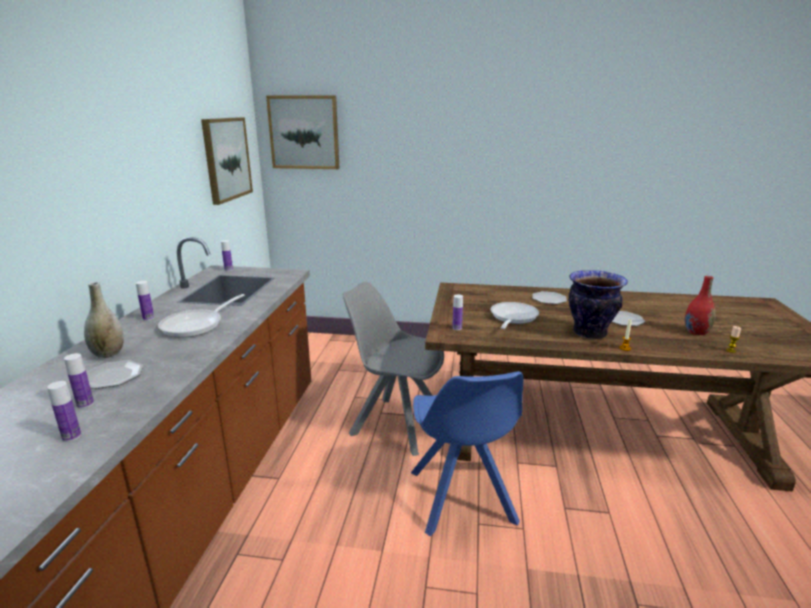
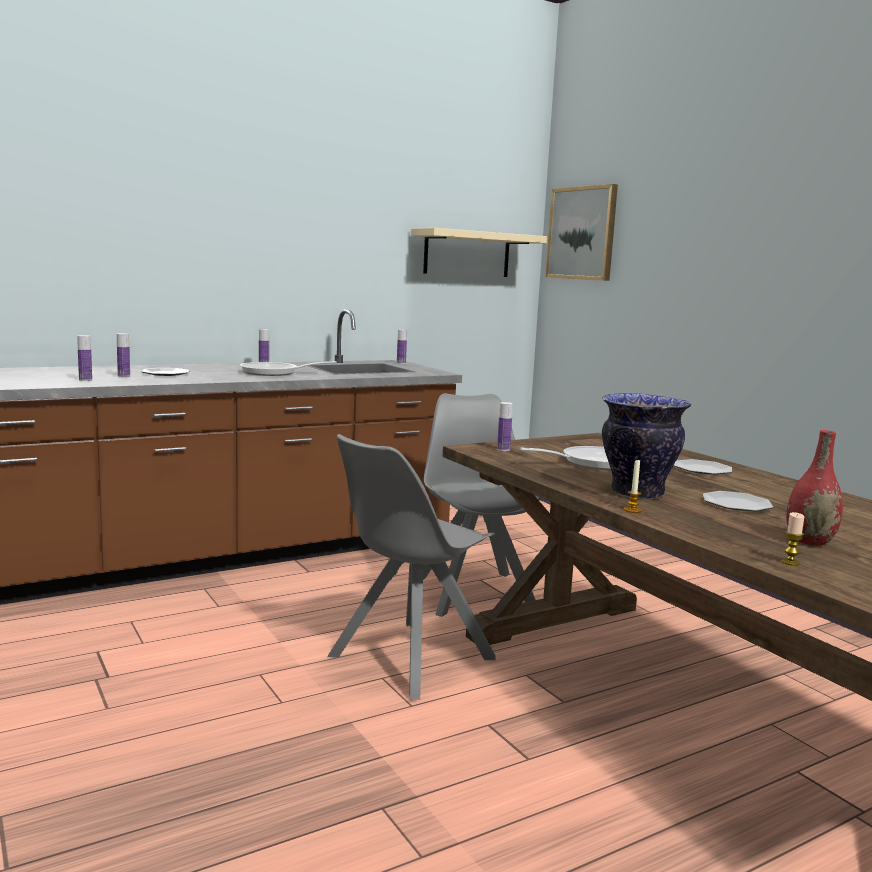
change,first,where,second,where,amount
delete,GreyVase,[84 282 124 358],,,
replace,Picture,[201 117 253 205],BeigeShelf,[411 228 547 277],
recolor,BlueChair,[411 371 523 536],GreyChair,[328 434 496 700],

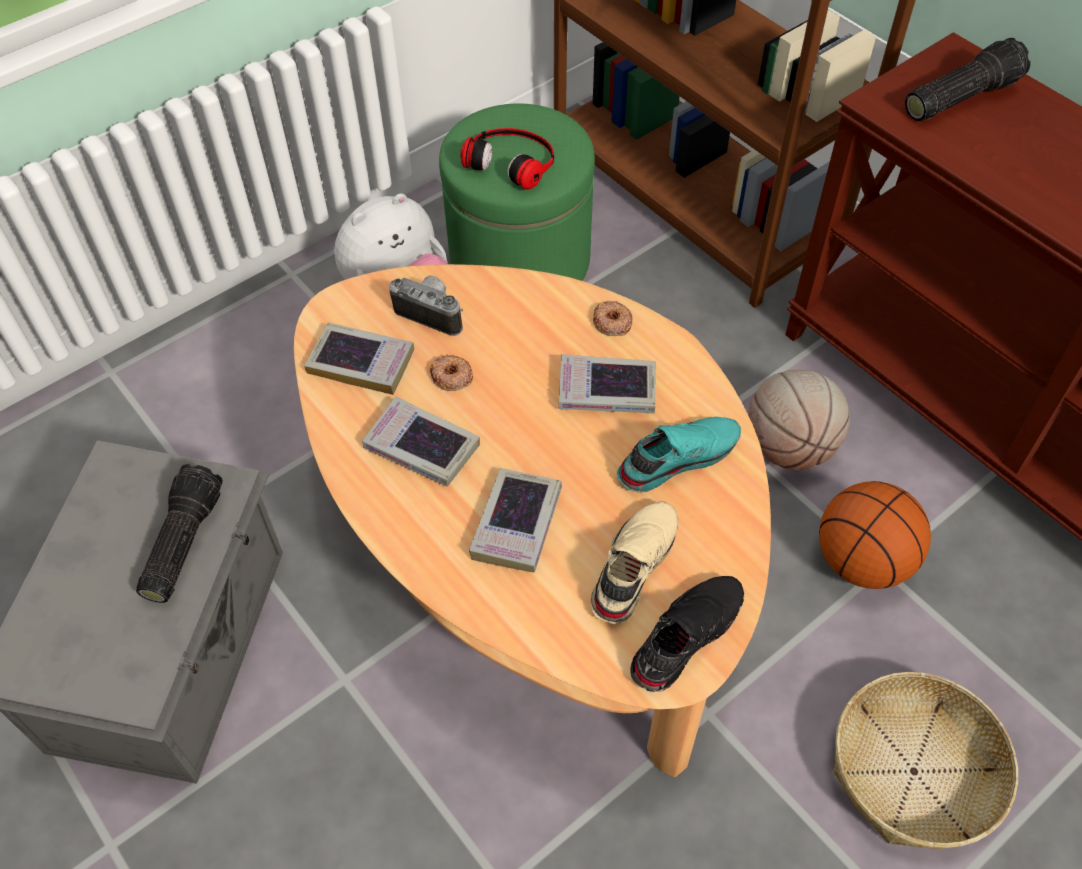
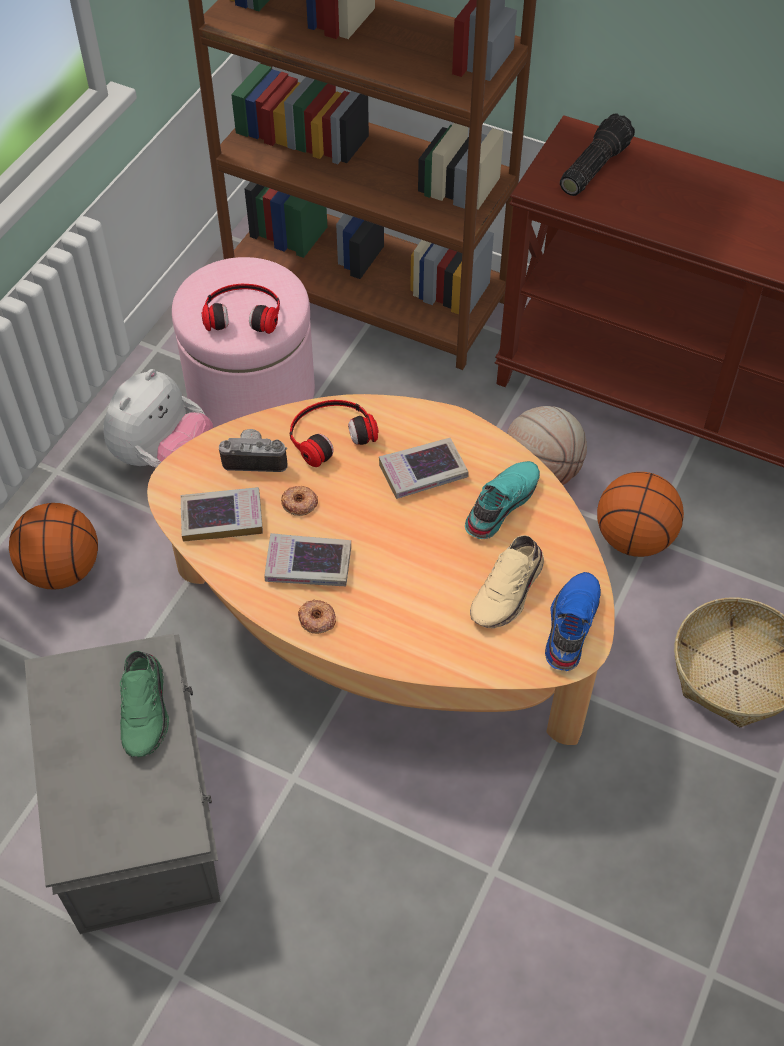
change,first,where,second,where,amount
replace,Flashlight,[136 464 223 603],GreenShoe,[120 651 169 757],
recolor,GreenOttoman,[439 103 595 281],PinkOttoman,[172 257 315 428],
delete,Book,[469 468 562 572],,,
rotate,BeigeShoe,[591 501 679 624],,[470 535 544 628],150 degrees counterclockwise
move,Donut,[593 300 633 336],,[298 599 336 634],
recolor,BlackShoe,[630 576 744 692],BlueShoe,[545 572 601 671],
insert,,,Basketball,[9 503 98 590],
insert,,,Headphones,[290 400 379 467],

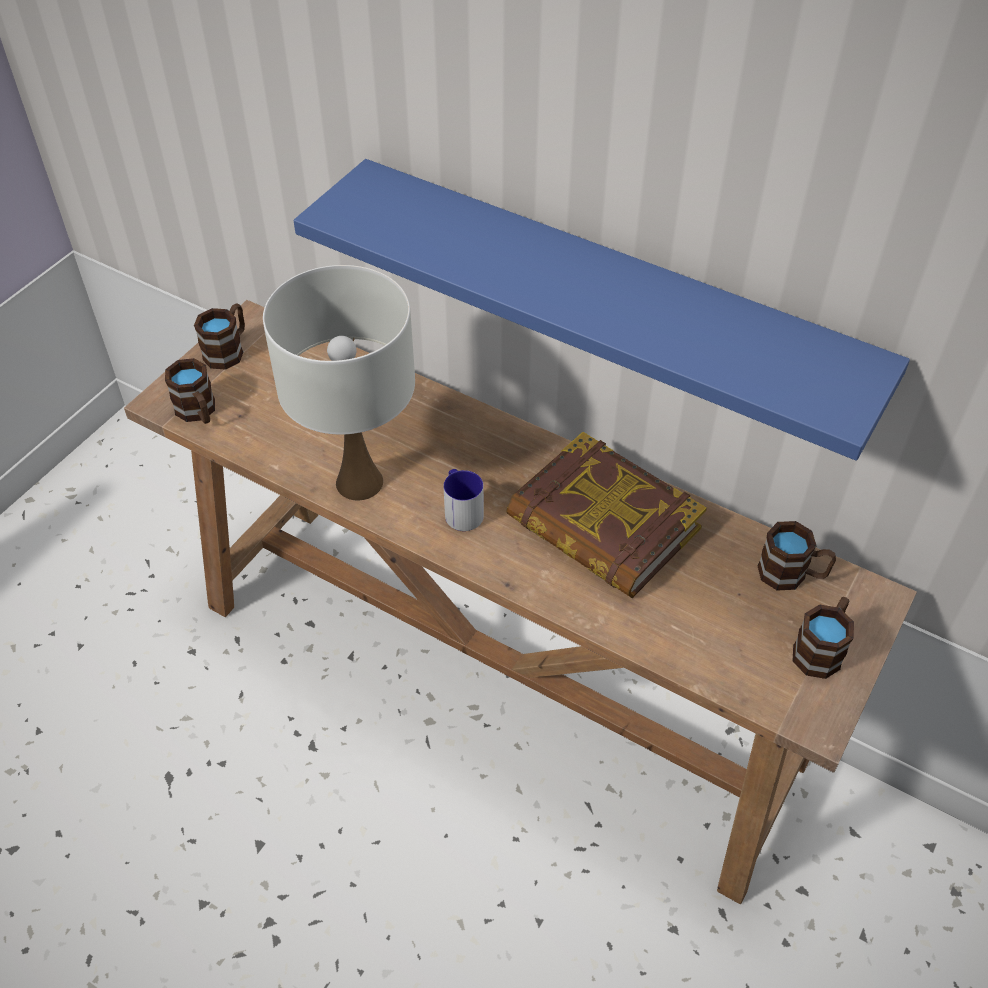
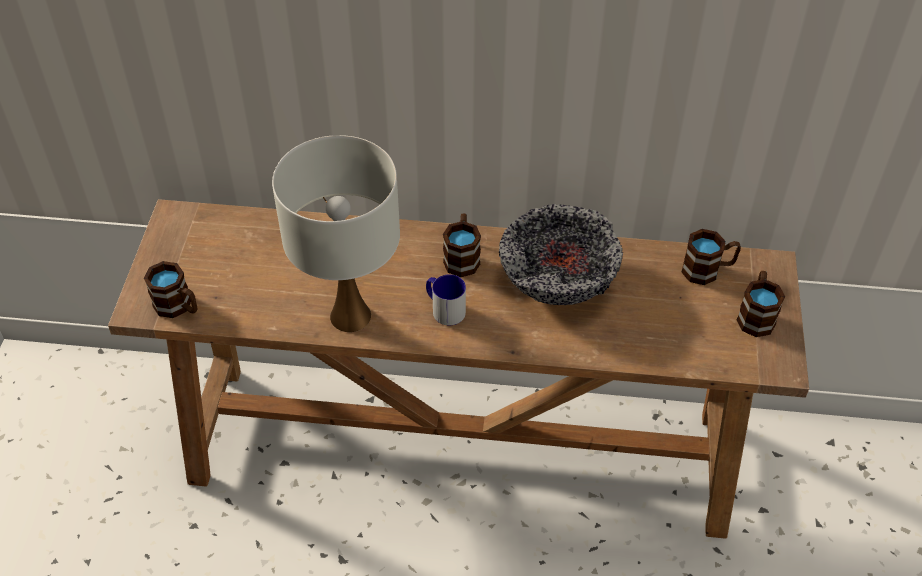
change,first,where,second,where,amount
move,BrownMug,[194 303 245 370],,[443 213 481 277],
delete,BlueShelf,[293 159 910 461],,,
replace,Book,[506 432 707 598],Bowl,[499 204 623 305],

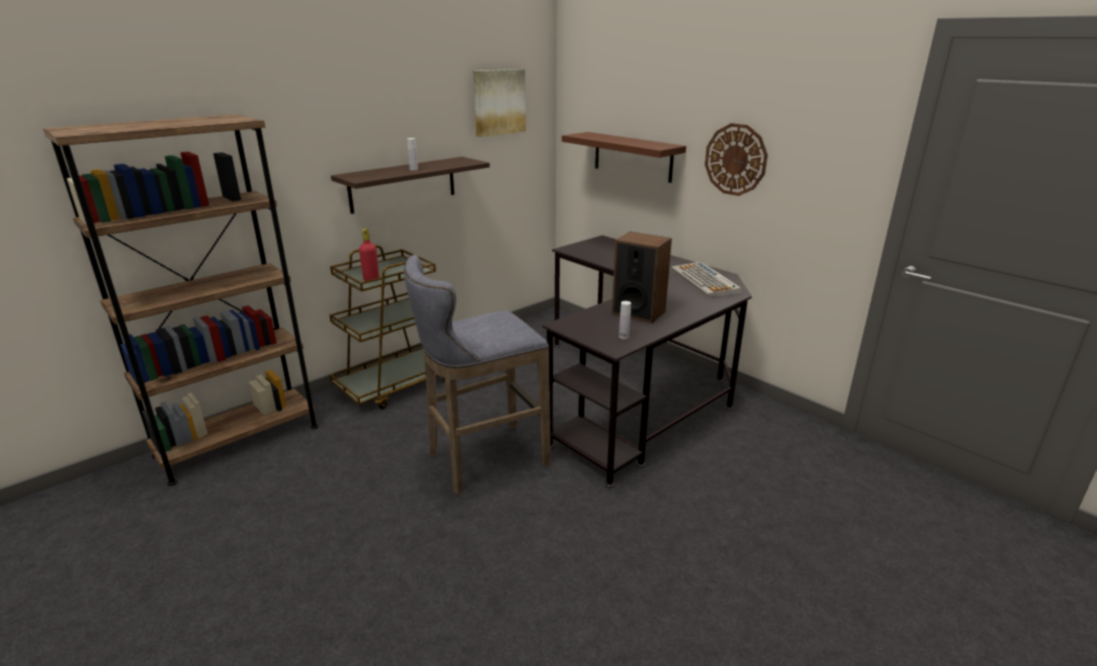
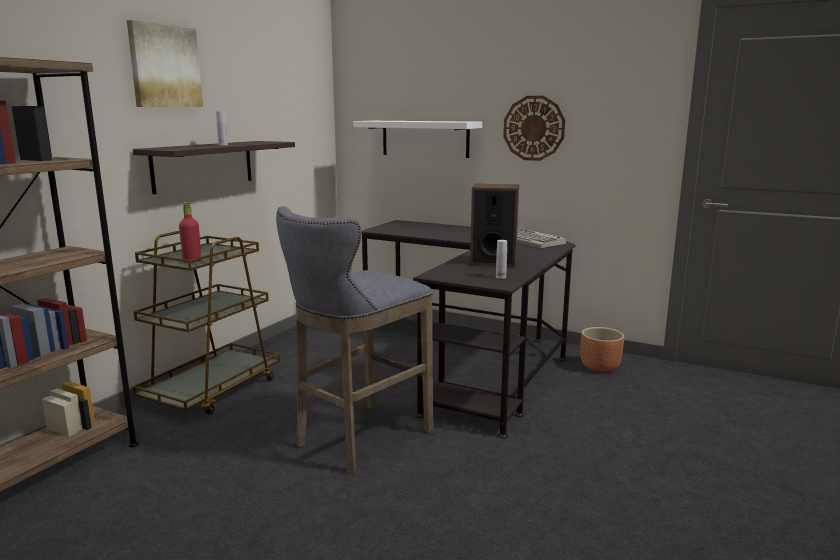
change,first,where,second,where,amount
move,Picture,[473 69 526 137],,[127 20 203 107],
recolor,BrownShelf,[562 132 686 183],WhiteShelf,[353 121 482 158],
insert,,,BrownPlanter,[580 327 624 372],

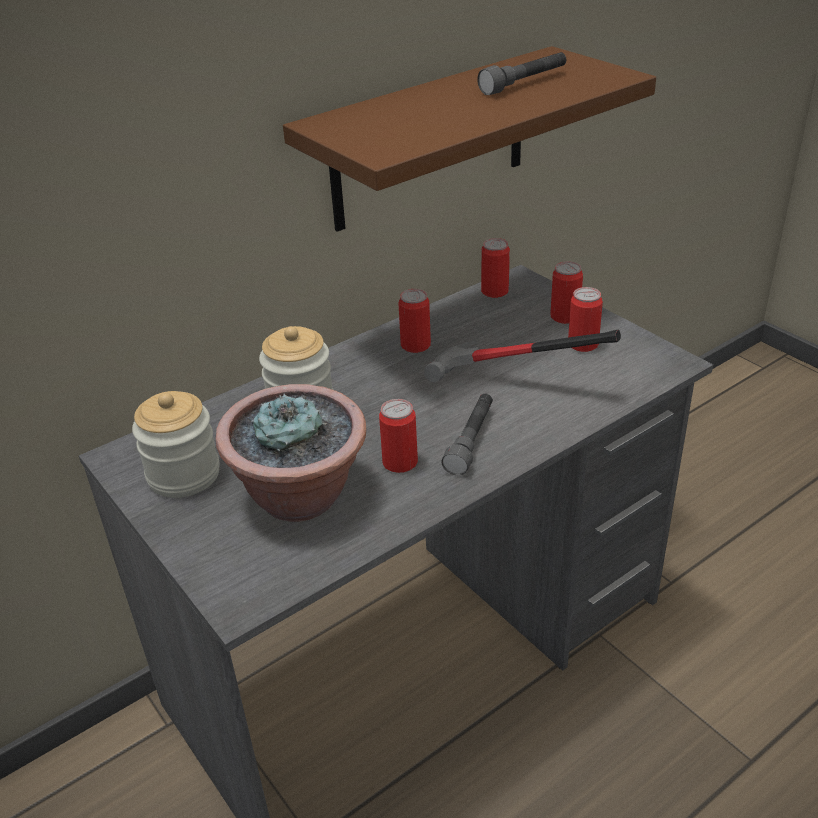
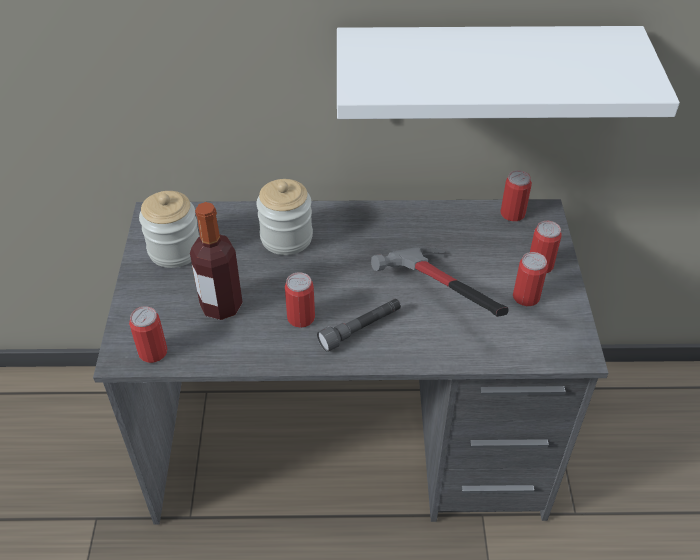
change,first,where,second,where,amount
replace,PottedPlant,[216 384 366 522],Bottle,[190 202 243 320],
recolor,BrownShelf,[283 46 656 232],WhiteShelf,[337 26 680 119],
move,Can,[398 289 431 353],,[129 306 167 363],
delete,GreyFlashlight,[477 52 566 95],,,

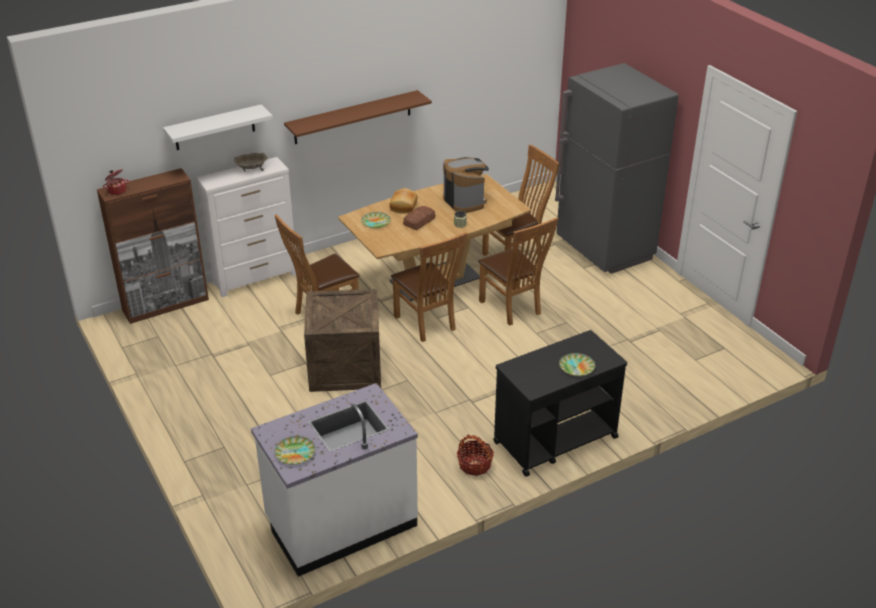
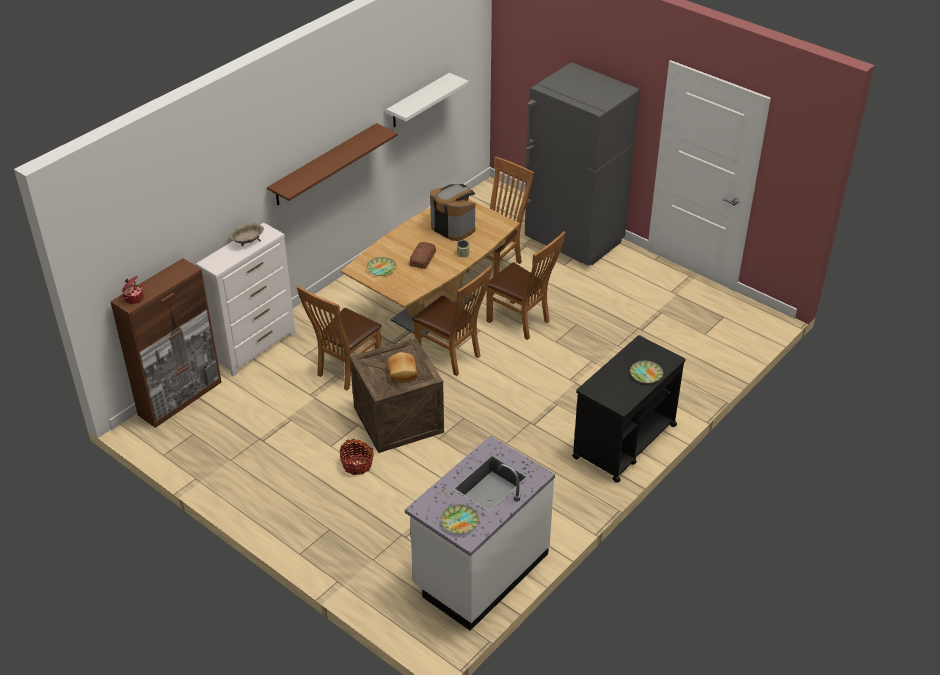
change,first,where,second,where,amount
move,WhiteShelf,[163 104 273 150],,[386 73 469 127],
move,Bread,[389 188 418 214],,[388 352 417 383],
move,Basket,[457 435 494 476],,[340 439 374 475],

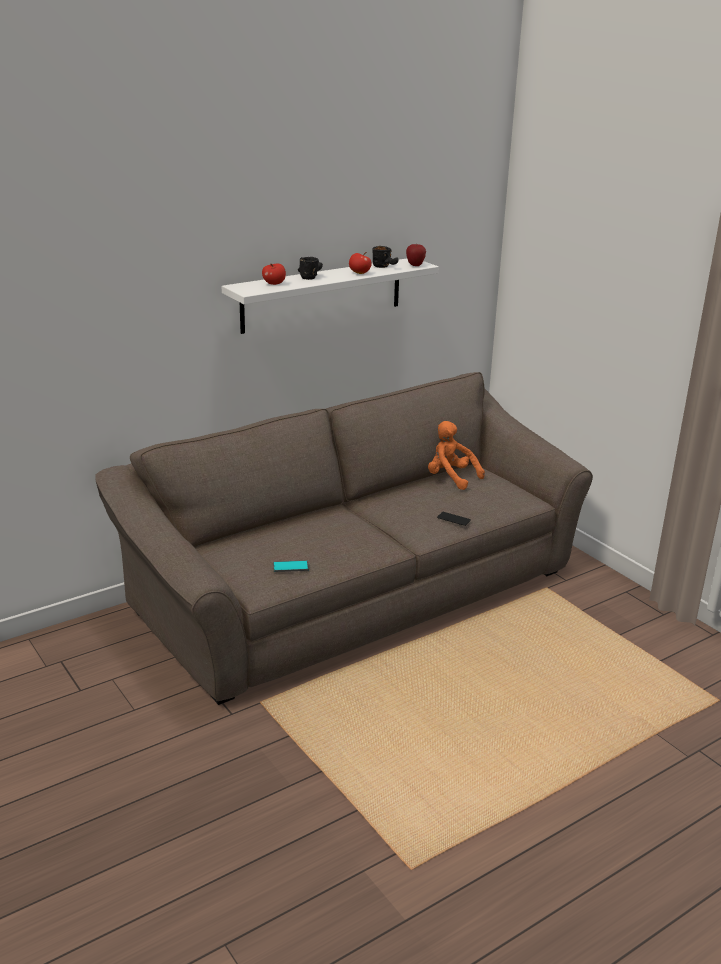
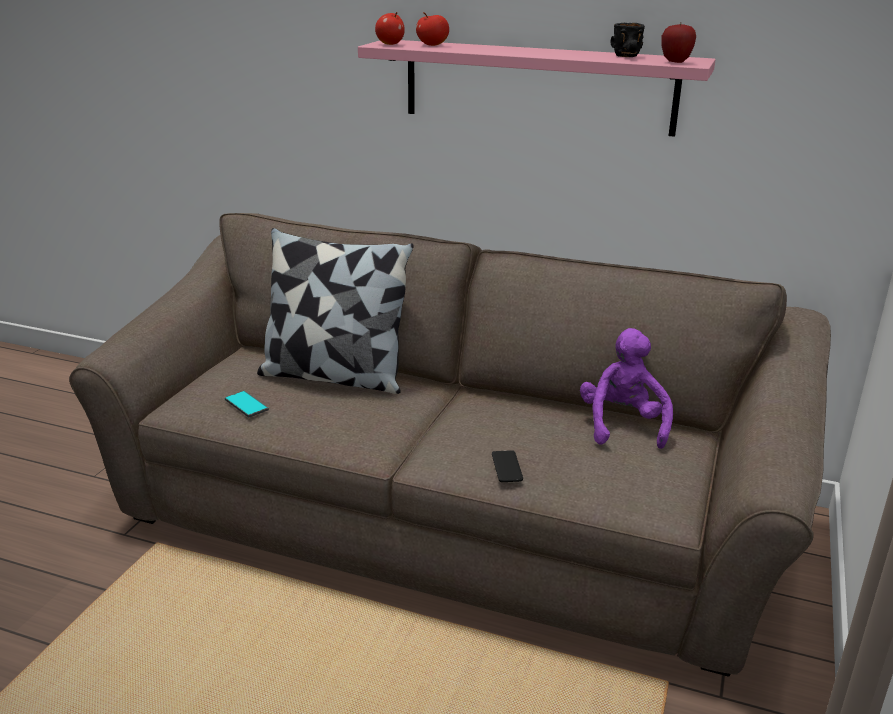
change,first,where,second,where,amount
recolor,WhiteShelf,[222 258 439 334],PinkShelf,[358 40 716 137],
delete,BlackMug,[298 257 323 280],,,
move,Apple,[349 252 372 274],,[375 12 405 45],
recolor,OrangePlushToy,[428 421 485 490],PurplePlushToy,[580 328 673 449],
insert,,,Pillow,[257 228 414 394],

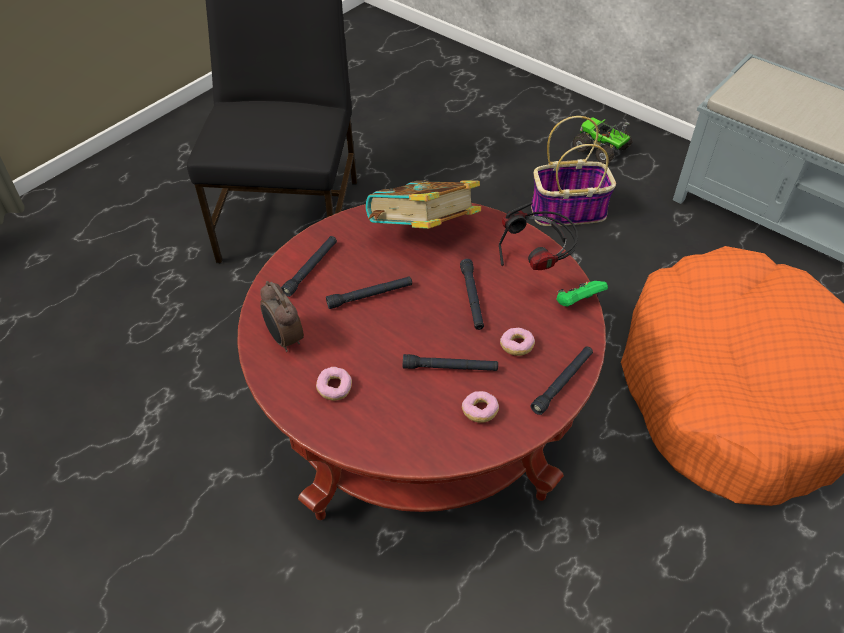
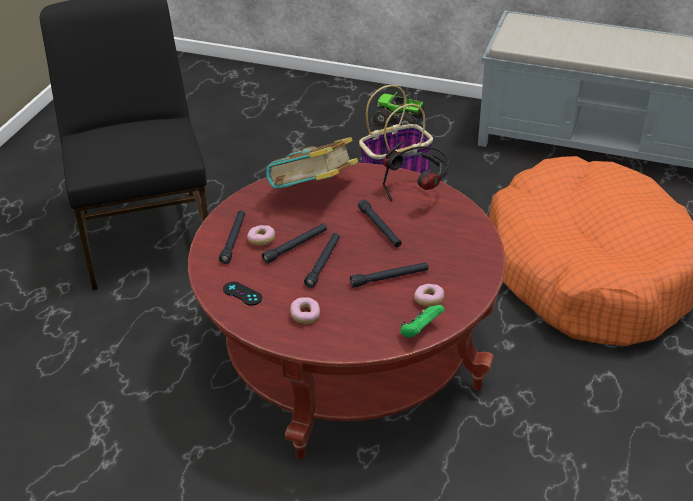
change,first,where,second,where,amount
replace,AlarmClock,[260 281 304 352],BlackGameController,[223 282 262 305],
move,Donut,[500 328 535 356],,[247 225 275 246],
move,BlackFlashlight,[530 346 593 415],,[304 233 340 288],
move,GreenGameController,[556 281 608 307],,[400 305 445 338],

